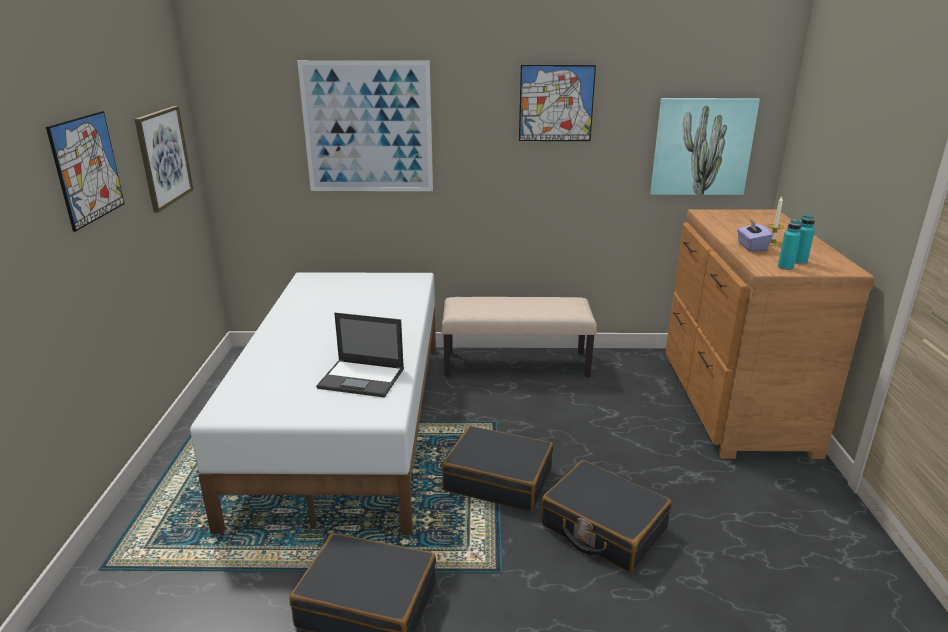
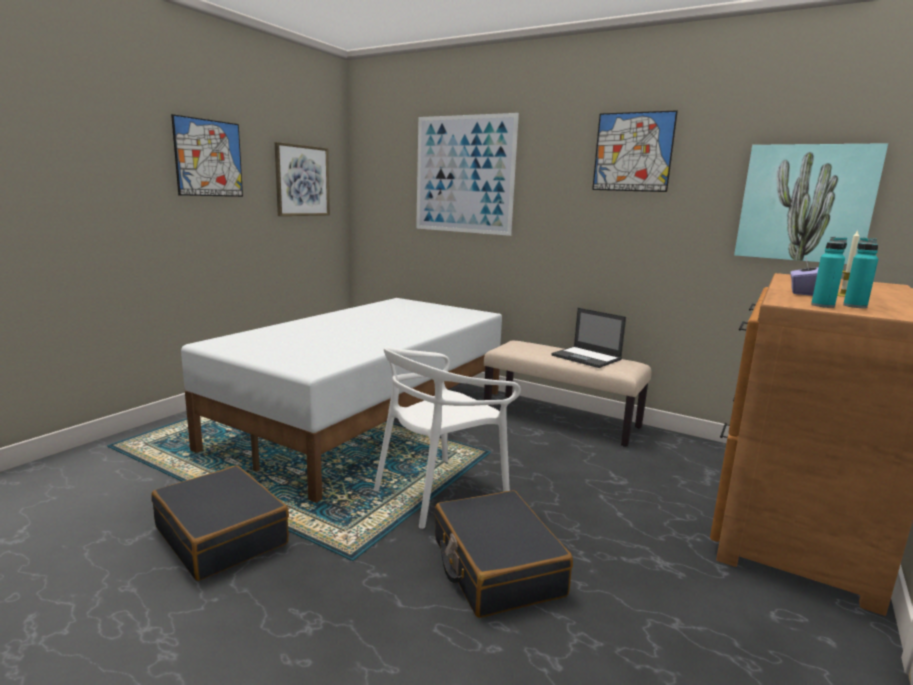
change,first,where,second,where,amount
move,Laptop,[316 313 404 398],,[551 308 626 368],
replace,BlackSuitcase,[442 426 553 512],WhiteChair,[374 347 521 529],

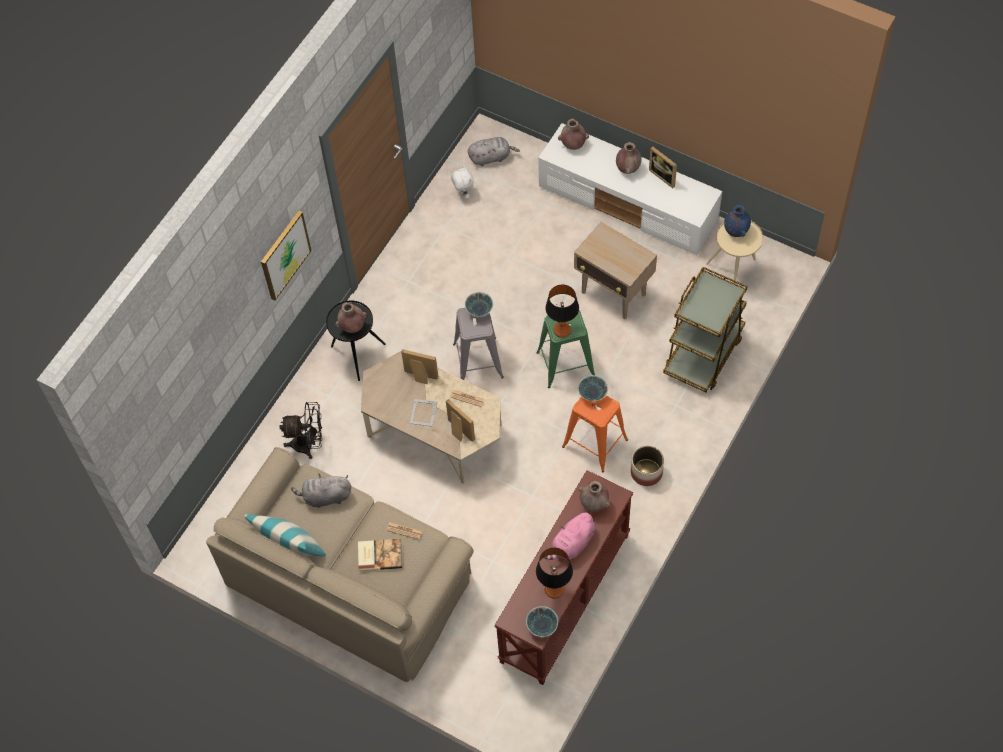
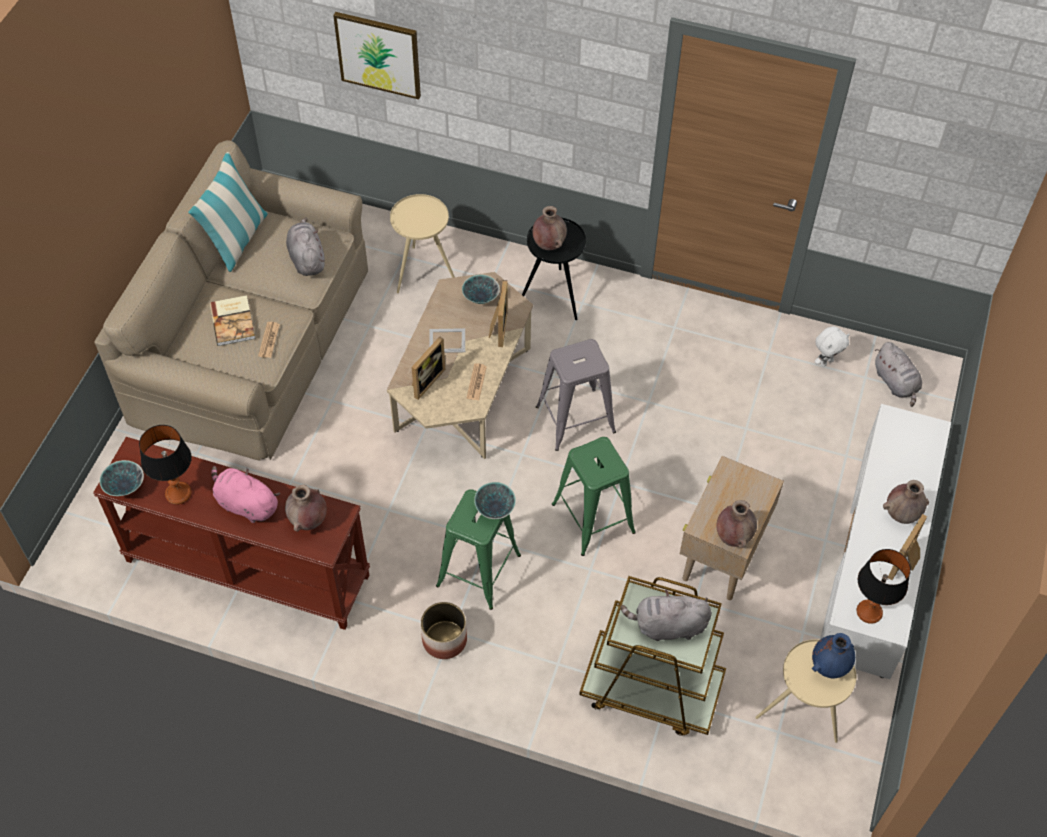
change,first,where,second,where,amount
move,Picture,[261 211 312 301],,[333 12 421 99],
replace,BlackFan,[280 402 322 459],BeigeSideTable,[390 194 455 293],
move,Bowl,[465 292 493 317],,[462 275 500 304],
move,TableLamp,[545 285 579 338],,[857 549 911 624],
move,BrownVase,[558 119 589 150],,[716 500 757 548],
recolor,OrangeStool,[562 395 628 472],GreenStool,[436 489 521 610],
insert,,,GreyPlushToy,[620 590 712 641],

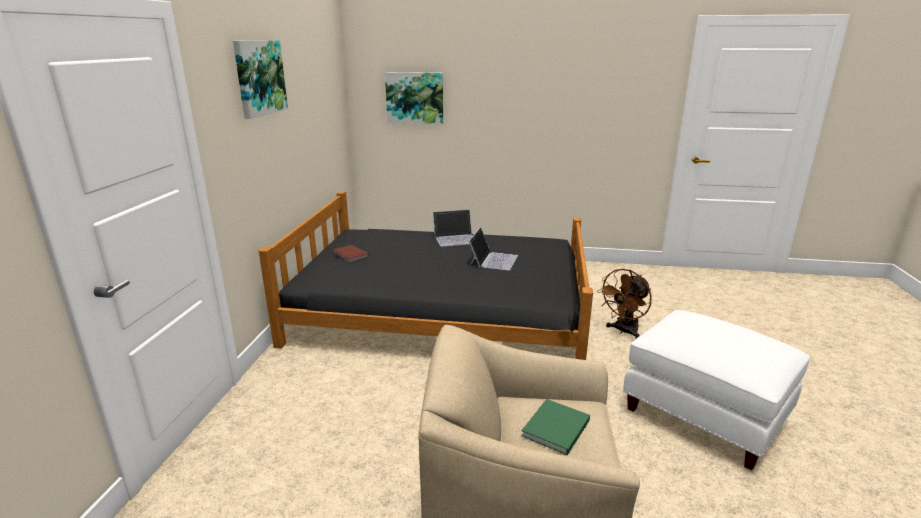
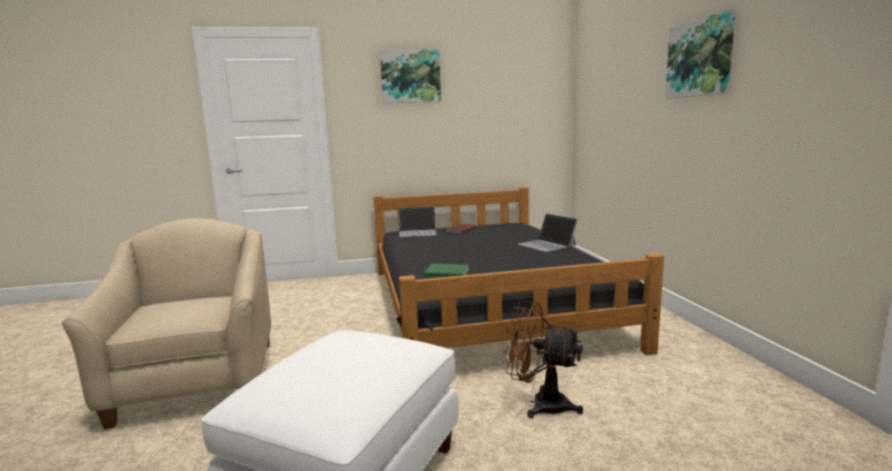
change,first,where,second,where,amount
move,Picture,[385 72 443 124],,[665 9 736 99],
move,Laptop,[469 227 518 271],,[399 206 436 237],
move,GreenBook,[521 399 590 455],,[424 264 469 278],

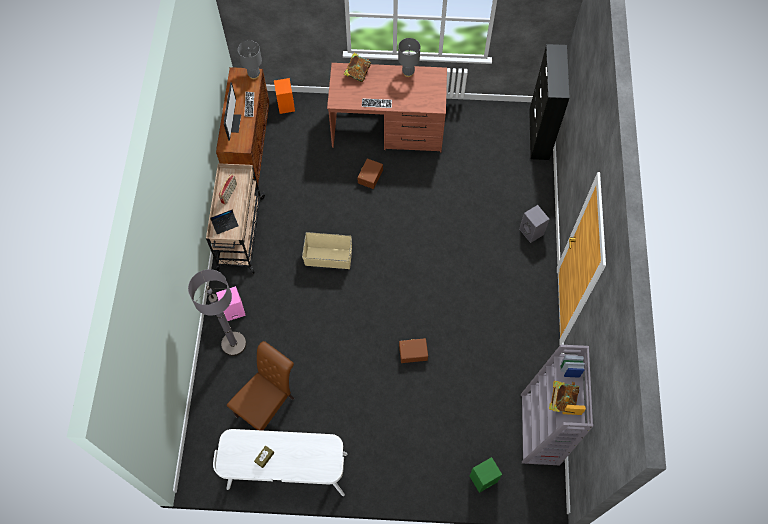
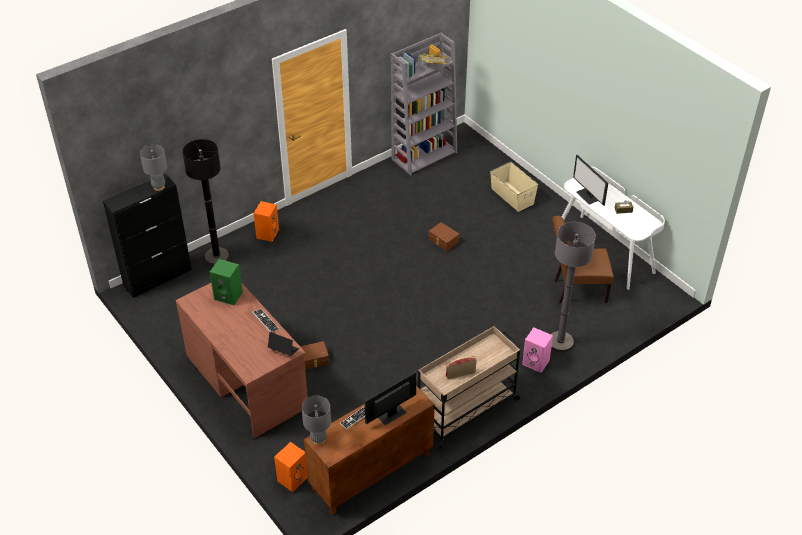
change,first,where,second,where,amount
move,Laptop,[211 209 239 234],,[268 332 299 356],
move,BeigeStorageBox,[302 232 352 269],,[490 162 538 212],
delete,Book,[344 53 371 82],,,
move,GreyTableLamp,[398 38 420 77],,[140 144 167 191],
move,GreenSpeaker,[470 457 502 493],,[210 259 243 305],
recolor,GreySpeaker,[519 205 550 243],OrangeSpeaker,[253 201 279 242],
insert,,,BlackFloorLamp,[182 139 229 266],
insert,,,Monitor,[573 155 608 206],

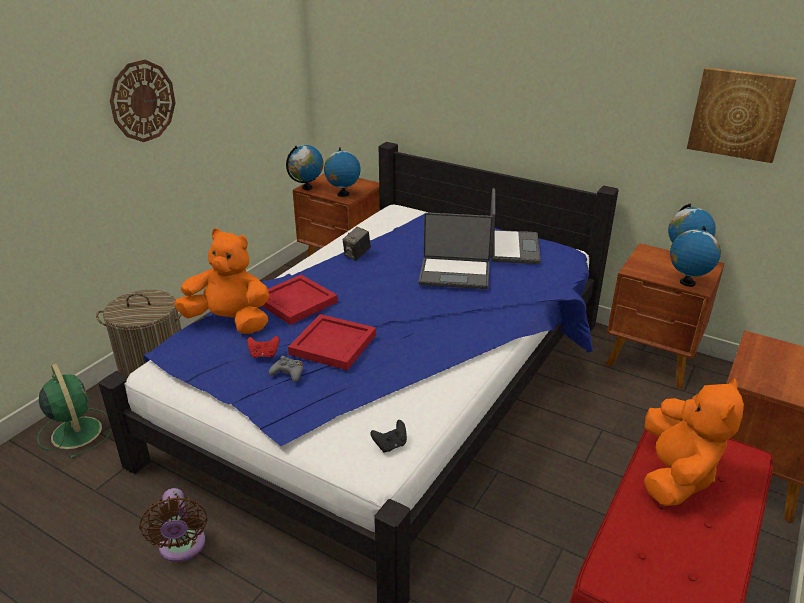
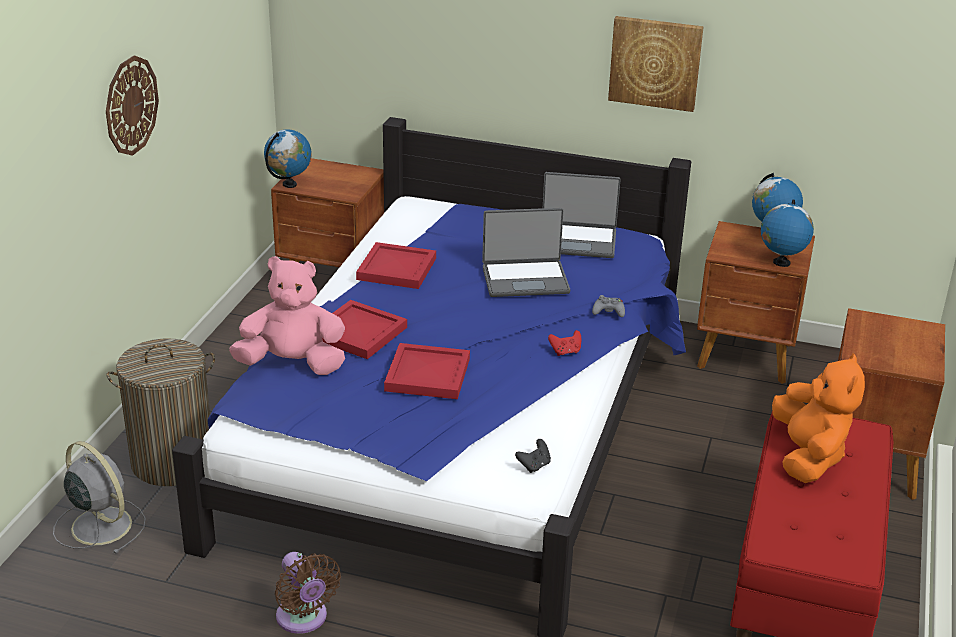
change,first,where,second,where,amount
recolor,GreenFan,[37 364 112 459],GreyFan,[53 441 146 554],
recolor,OrangePlushToy,[174 228 269 334],PinkPlushToy,[229 256 345 375],
move,RedGameController,[247 336 279 358],,[548 330 581 356],
move,GreyGameController,[269 356 303 382],,[592 295 625 317],
delete,Globe,[324 147 361 197],,,
replace,PhotoCamera,[343 227 371 260],RedTray,[356 242 436 289],
rotate,Laptop,[490 188 541 264],,[543 172 621 258],105 degrees clockwise
move,Picture,[687 67 797 163],,[608 16 704 112],

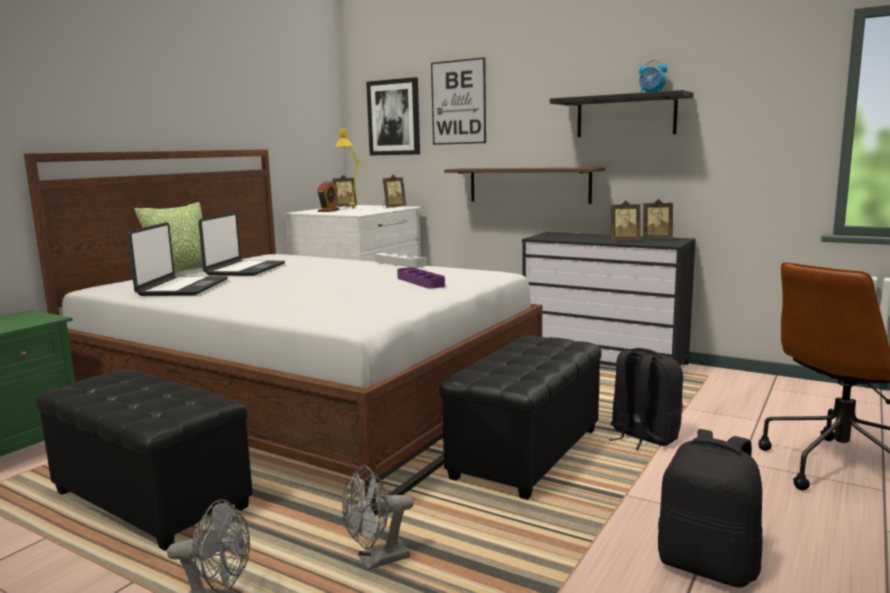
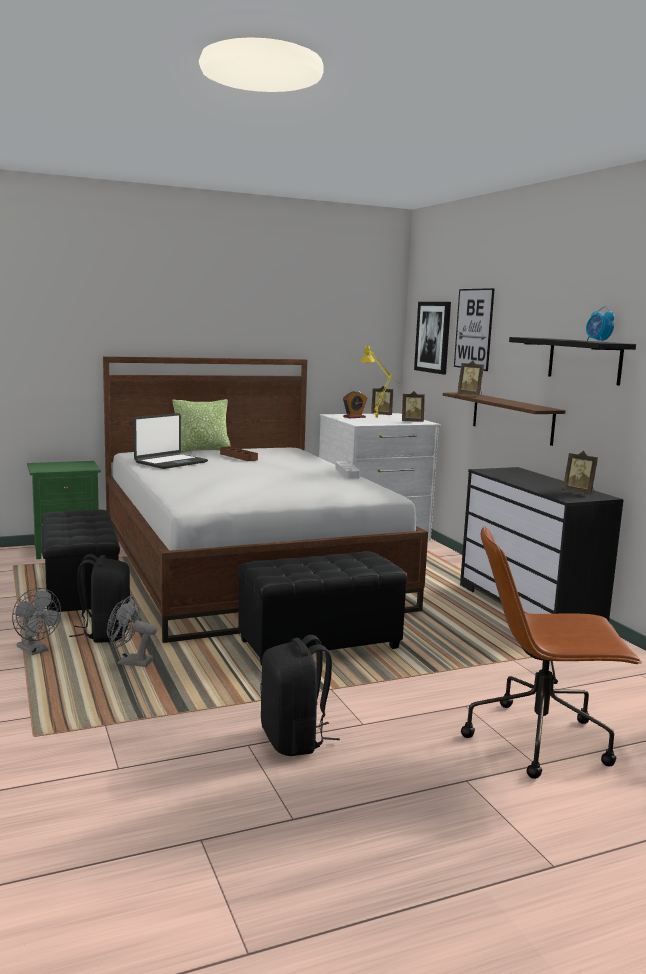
change,first,where,second,where,amount
replace,Laptop,[198 212 285 276],BrownTray,[220 447 258 461],
delete,PurpleTray,[397 267 445 289],,,
move,BlackBackpack,[609 348 683 450],,[69 554 130 643],
move,PictureFrame,[611 200 641 240],,[457 360 484 396],

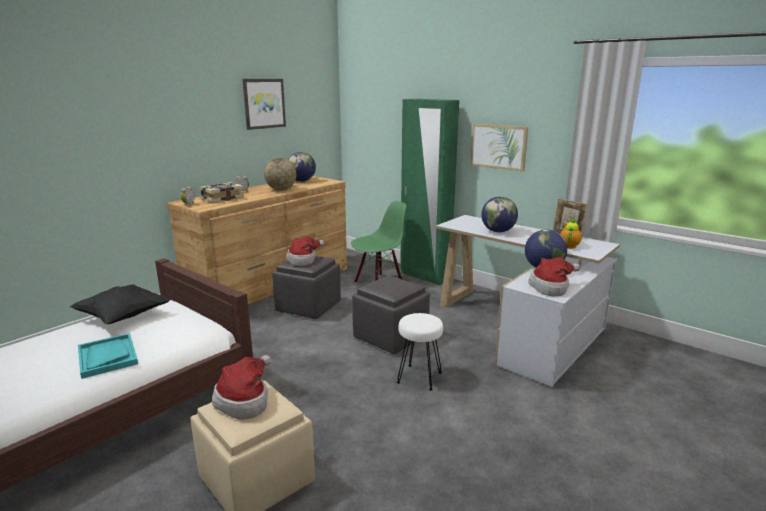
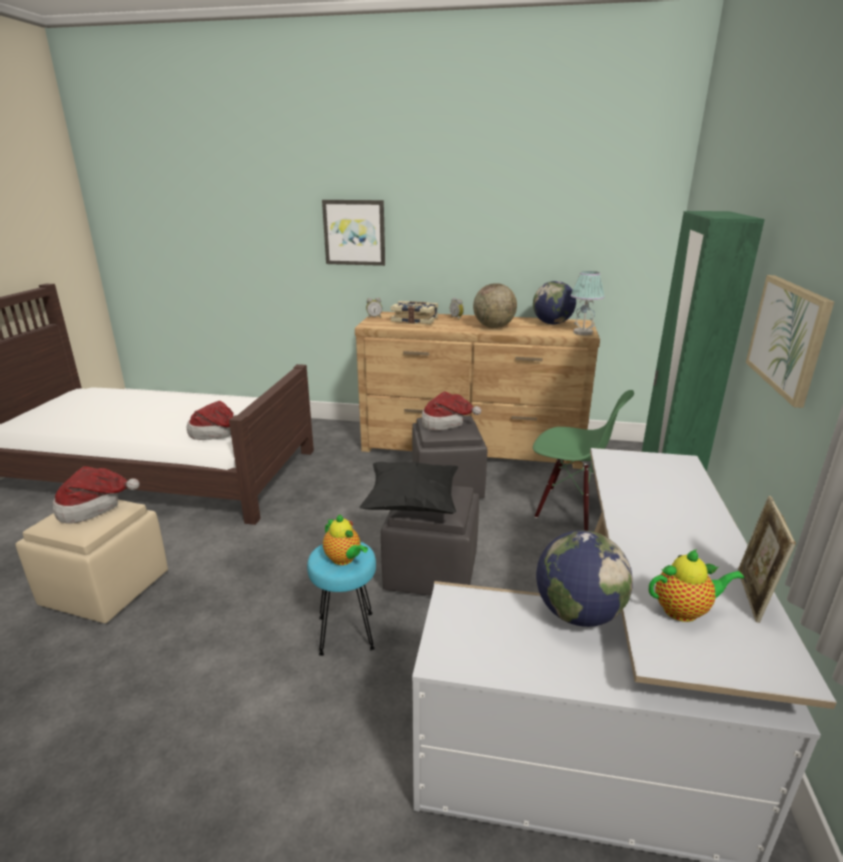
change,first,where,second,where,amount
move,BlackPillow,[70 284 171 324],,[359 462 458 514],
delete,TurquoiseTray,[78 333 138 379],,,
move,Picture,[242 79 286 130],,[322 200 385 266],
recolor,WhiteStool,[397 313 443 391],TurquoiseStool,[307 542 376 656],
delete,Globe,[481 196 518 232],,,
move,Hat,[528 257 581 296],,[187 401 234 440],
insert,,,Teapot,[323 515 368 565],
insert,,,TableLamp,[571 271 604 336],

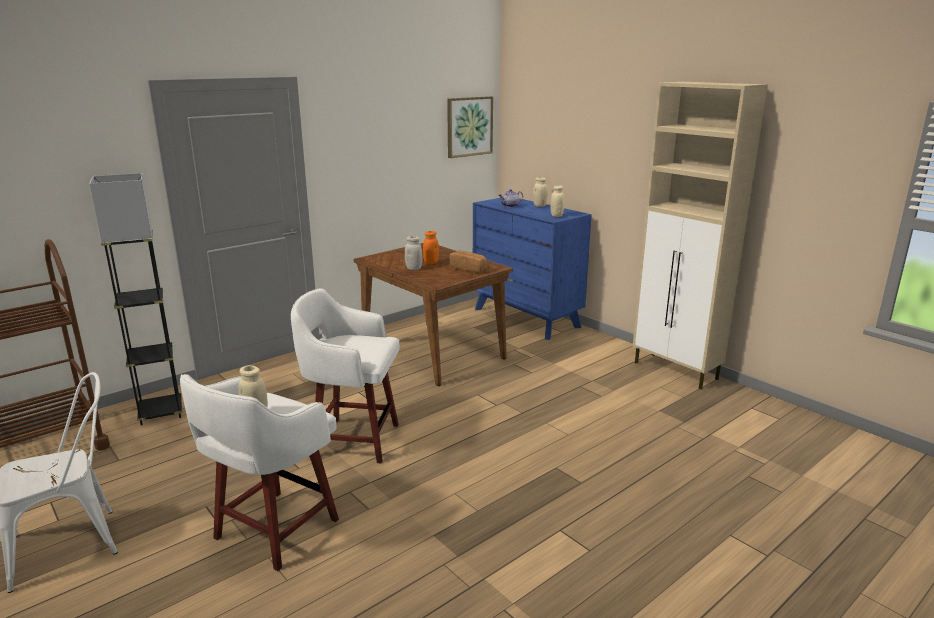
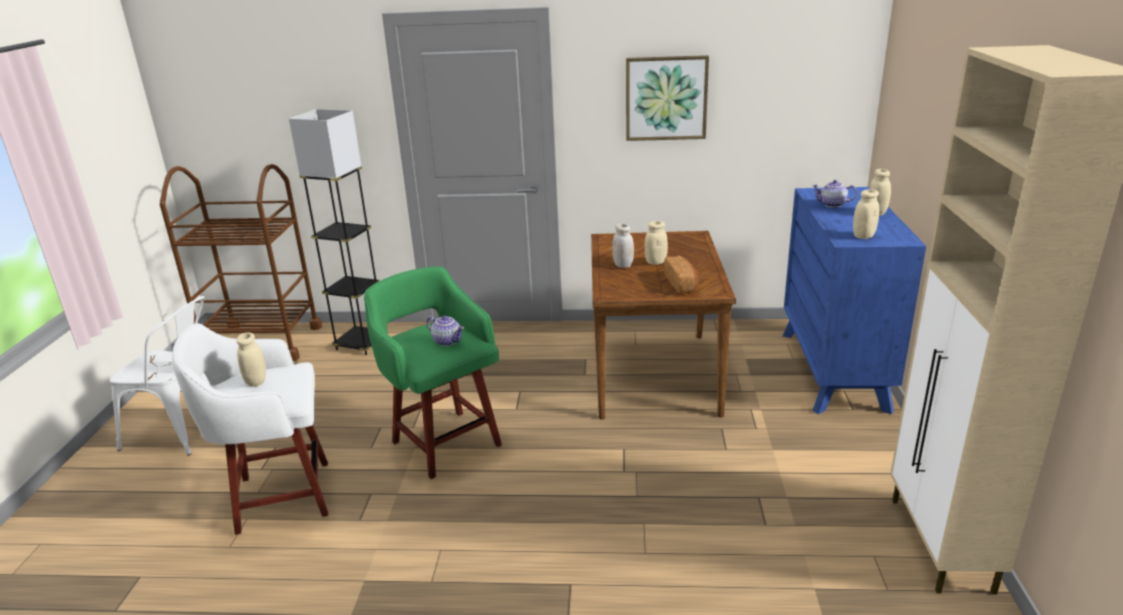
change,first,where,second,where,amount
recolor,WhiteStool,[291 288 399 463],GreenStool,[364 267 502 479],
recolor,OrangeJar,[423 231 439 264],BeigeJar,[645 221 668 265],
move,Picture,[447 96 493 158],,[626 55 709 141],
insert,,,Teapot,[427 315 464 346],

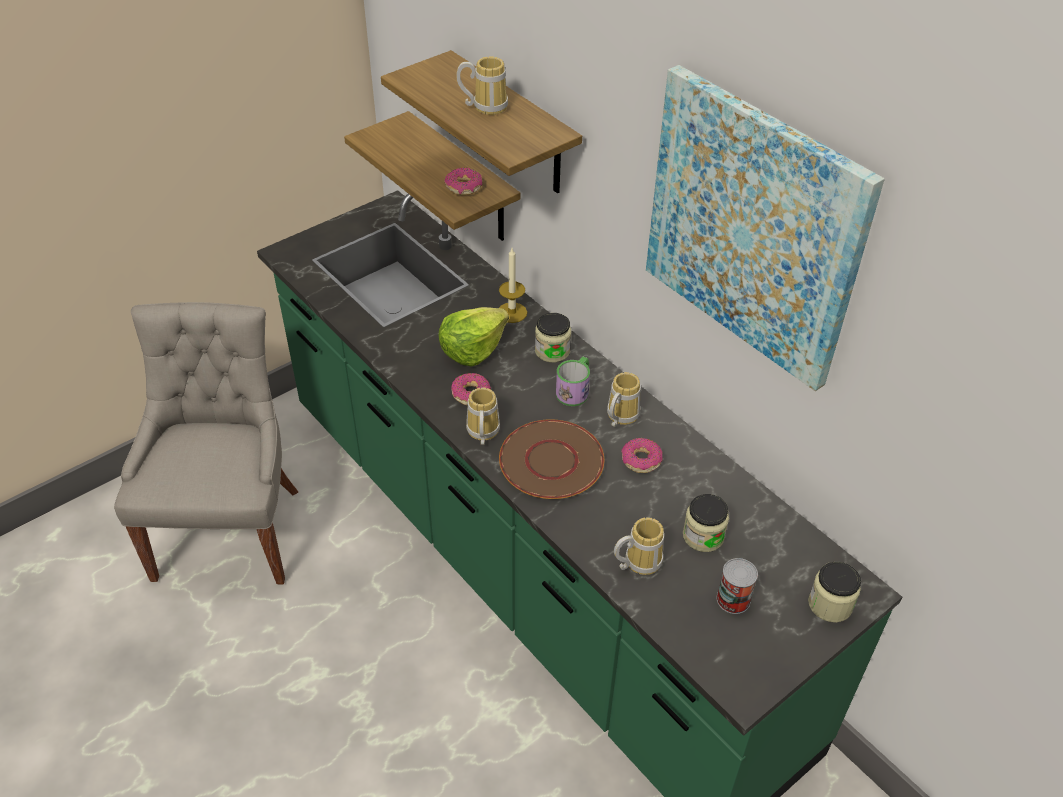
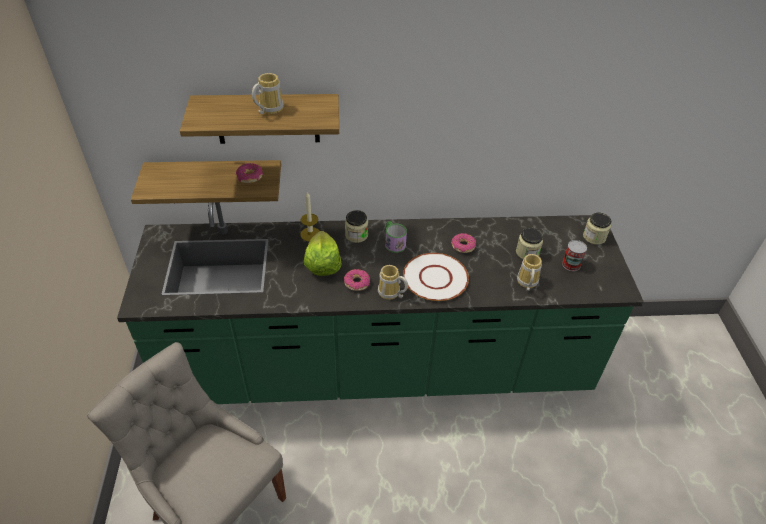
change,first,where,second,where,amount
recolor,BrownPlate,[499 419 604 499],WhitePlate,[403 253 469 301],
delete,Mug,[607 372 641 427],,,
delete,Picture,[646 65 885 391],,,

